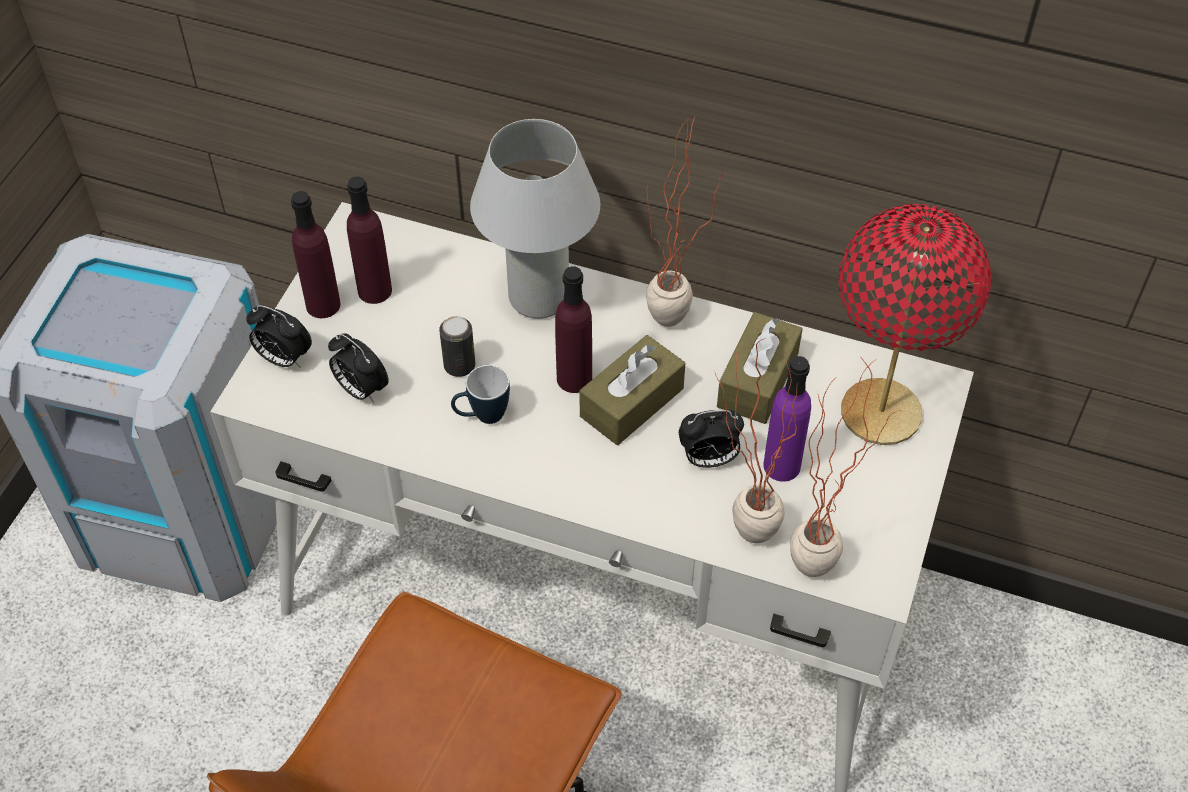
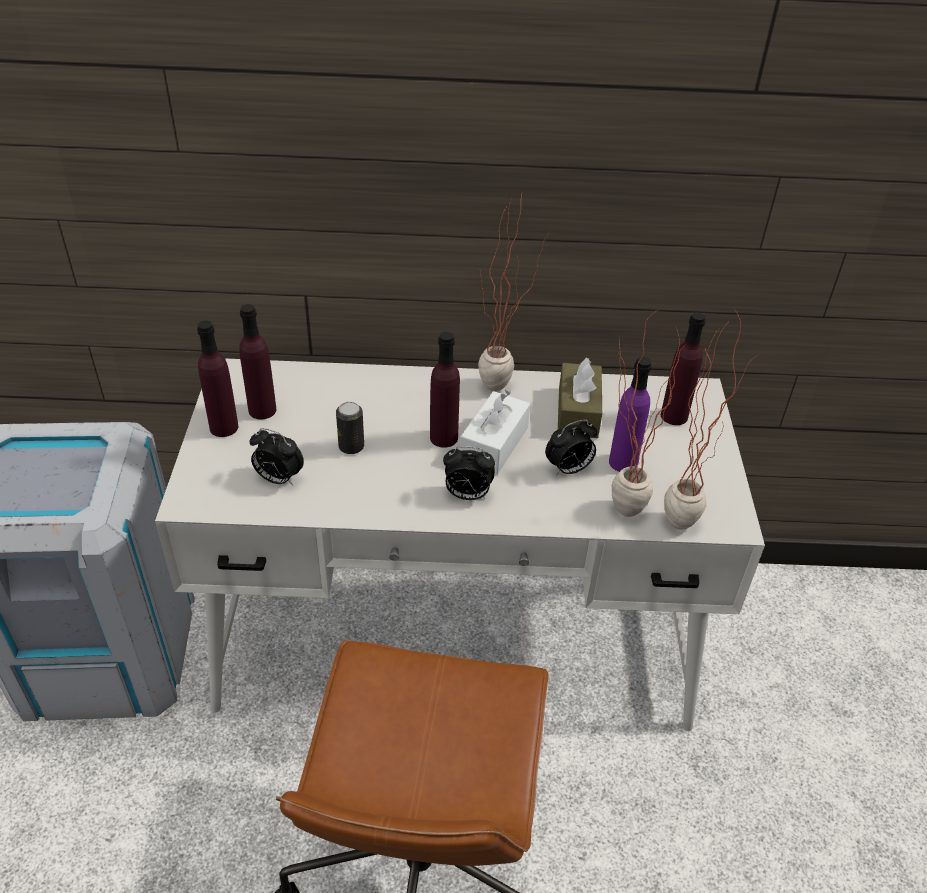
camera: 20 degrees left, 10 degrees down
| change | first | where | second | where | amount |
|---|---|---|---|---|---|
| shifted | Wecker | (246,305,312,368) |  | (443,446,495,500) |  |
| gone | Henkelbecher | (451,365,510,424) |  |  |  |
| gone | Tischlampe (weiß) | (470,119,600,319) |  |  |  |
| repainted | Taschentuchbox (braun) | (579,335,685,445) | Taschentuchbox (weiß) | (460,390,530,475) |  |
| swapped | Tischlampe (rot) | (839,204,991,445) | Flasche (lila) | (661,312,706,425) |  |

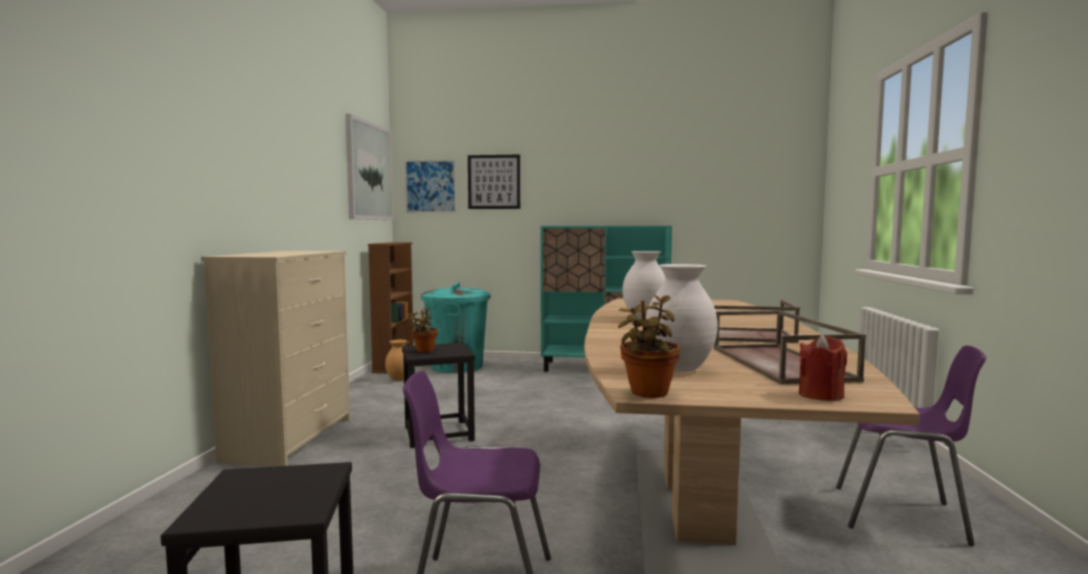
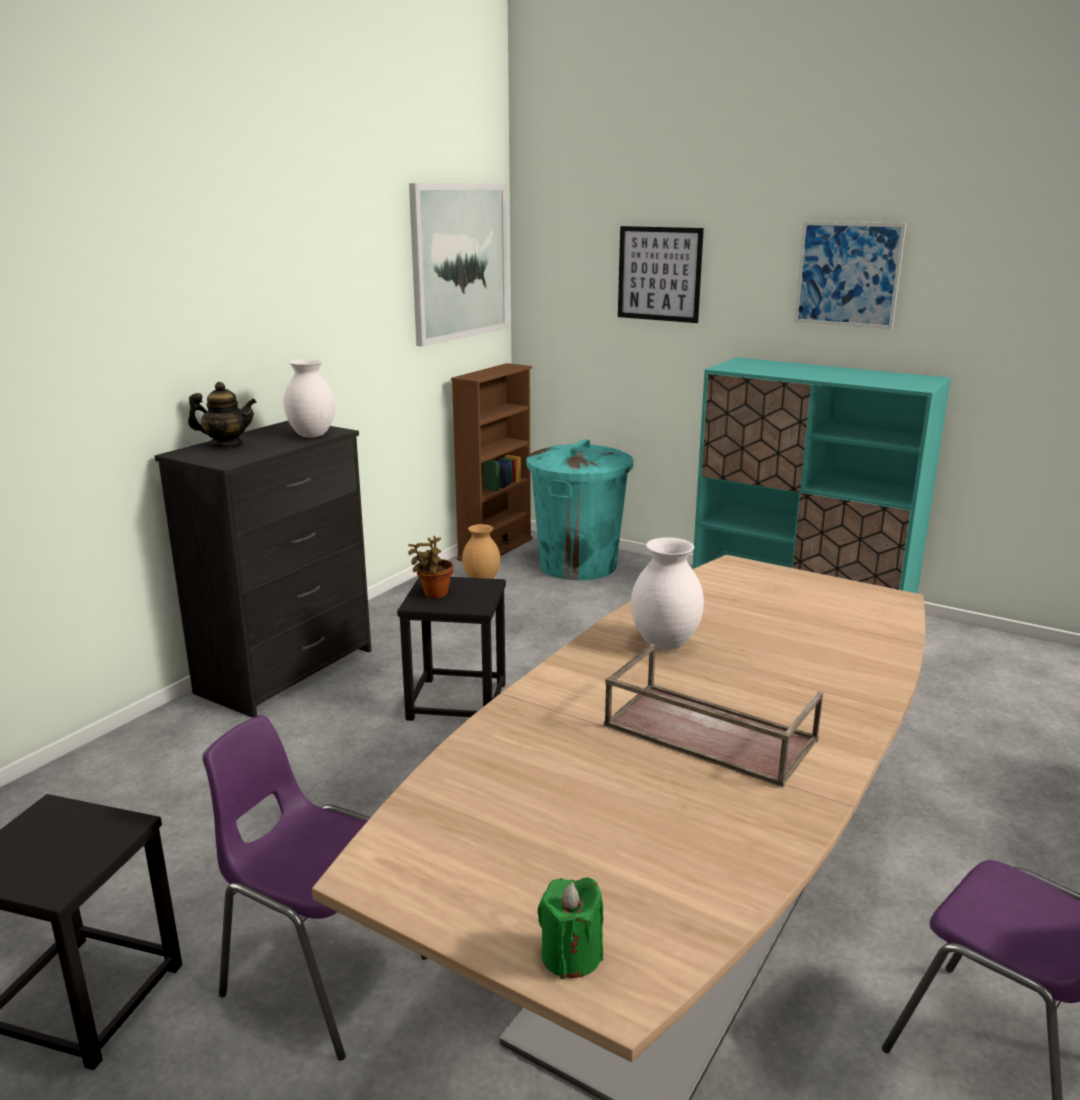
camera: 25 degrees right, 15 degrees up
| change | first | where | second | where | amount |
|---|---|---|---|---|---|
| repainted | Kommode (beige) | (201,251,350,466) | Kommode (schwarz) | (155,421,371,718) |  |
| shifted | Bild | (405,159,457,213) |  | (794,221,906,329) |  |
| gone | Topfpflanze | (618,295,680,398) |  |  |  |
| shifted | Vase (weiß) | (646,264,718,372) |  | (284,359,335,438) |  |
| gone | Tablett (braun) | (714,310,866,384) |  |  |  |
| repainted | Kerze (rot) | (799,334,847,401) | Kerze (grün) | (537,877,603,979) |  |
| new |  |  | Teekanne | (188,382,256,448) |  |

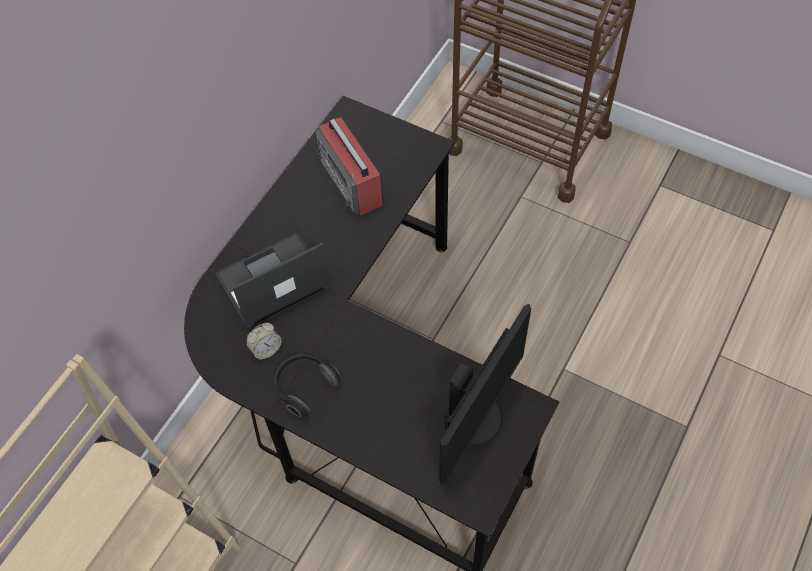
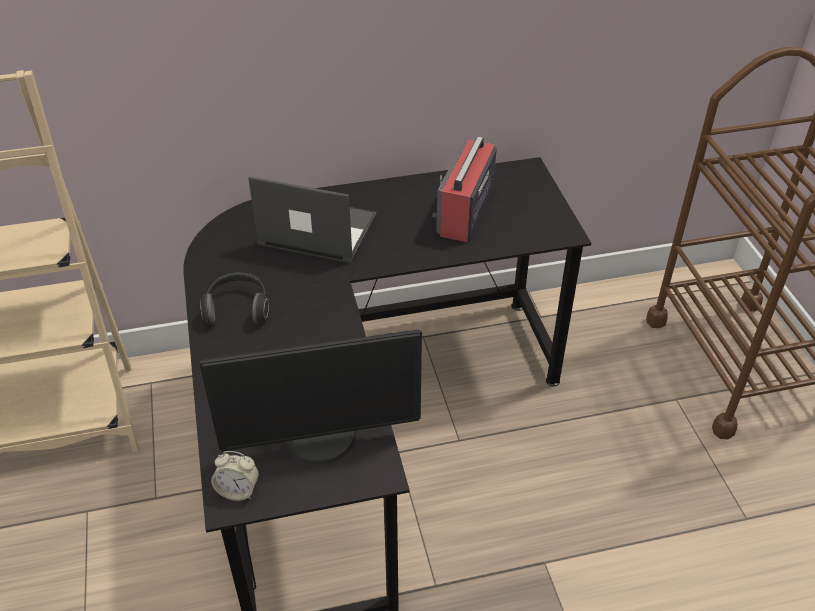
camera: 45 degrees right, 15 degrees down
| change | first | where | second | where | amount |
|---|---|---|---|---|---|
| shifted | Wecker | (246,323,282,360) |  | (211,451,259,501) |  |

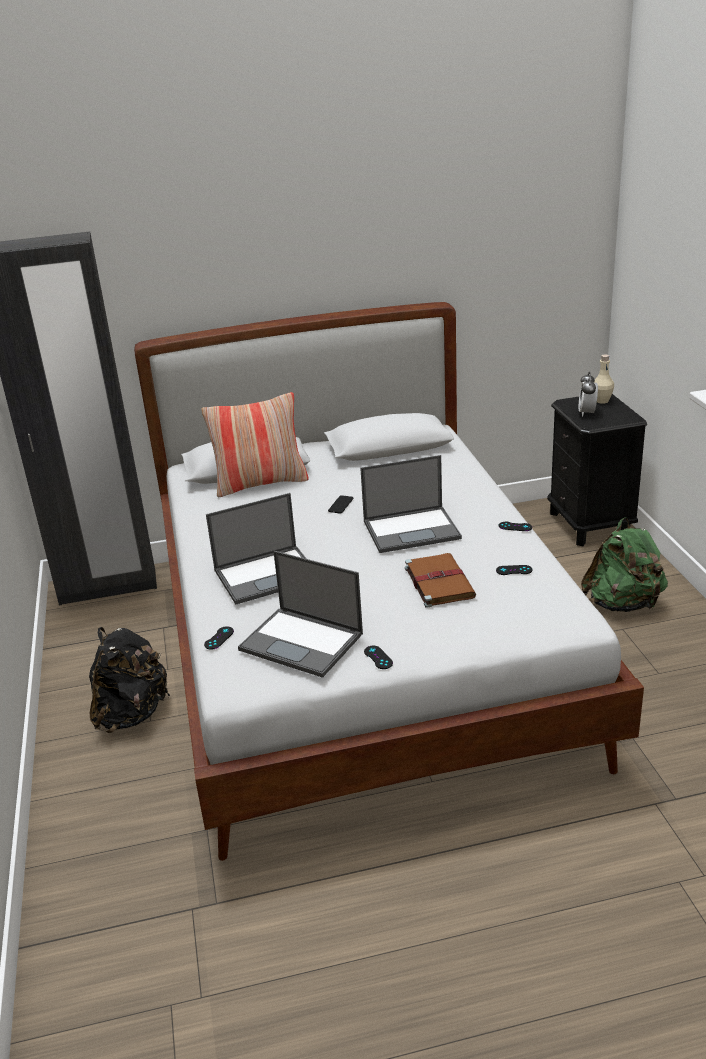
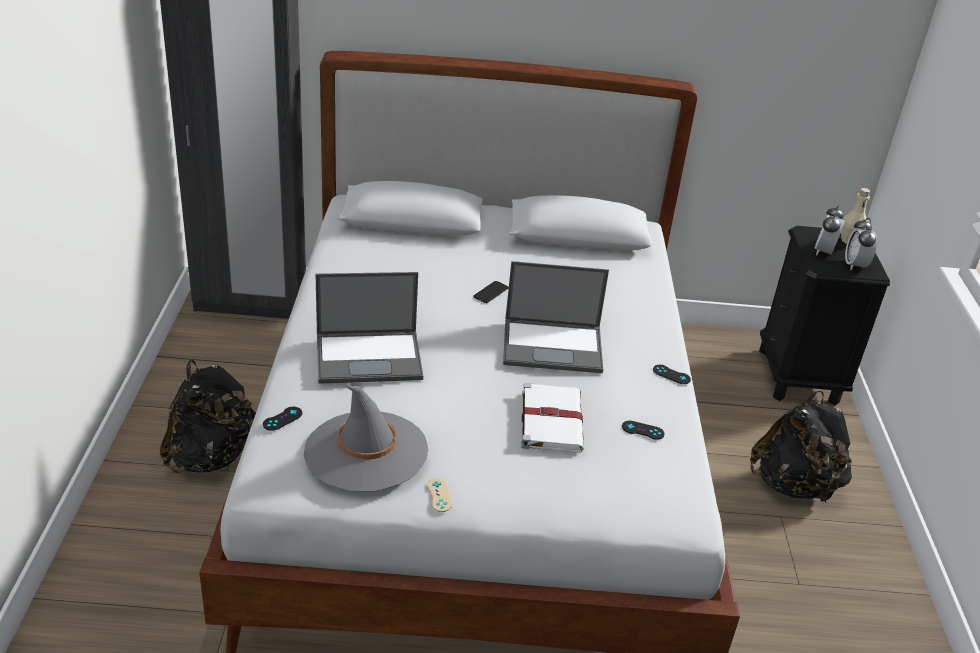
camera: 10 degrees right, 5 degrees up
| change | first | where | second | where | amount |
|---|---|---|---|---|---|
| gone | Kissen | (202,392,309,497) |  |  |  |
| swapped | Laptop | (238,551,363,678) | Hut (grau) | (304,385,428,491) |  |
| repainted | Gamepad (schwarz) | (364,646,393,669) | Gamepad (beige) | (427,478,452,512) |  |
| repainted | Buch (braun) | (405,553,476,608) | Buch (weiß) | (521,383,584,453) |  |
| repainted | Rucksack (grün) | (581,517,668,612) | Rucksack (schwarz) | (750,390,852,504) |  |
| new |  |  | Wecker | (845,218,877,270) |  |

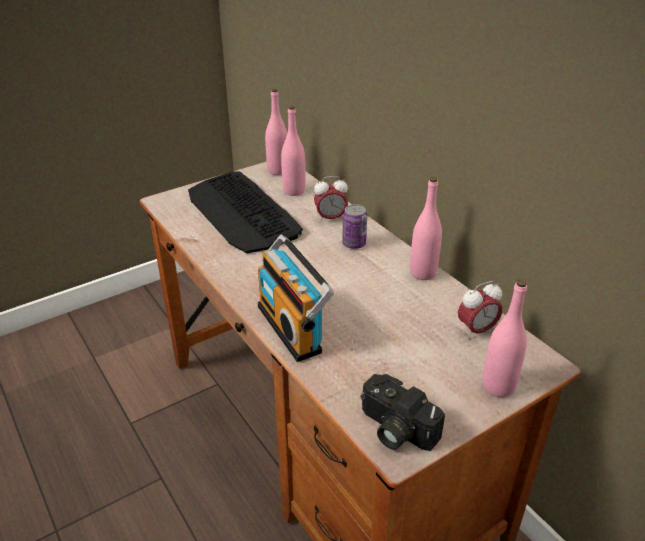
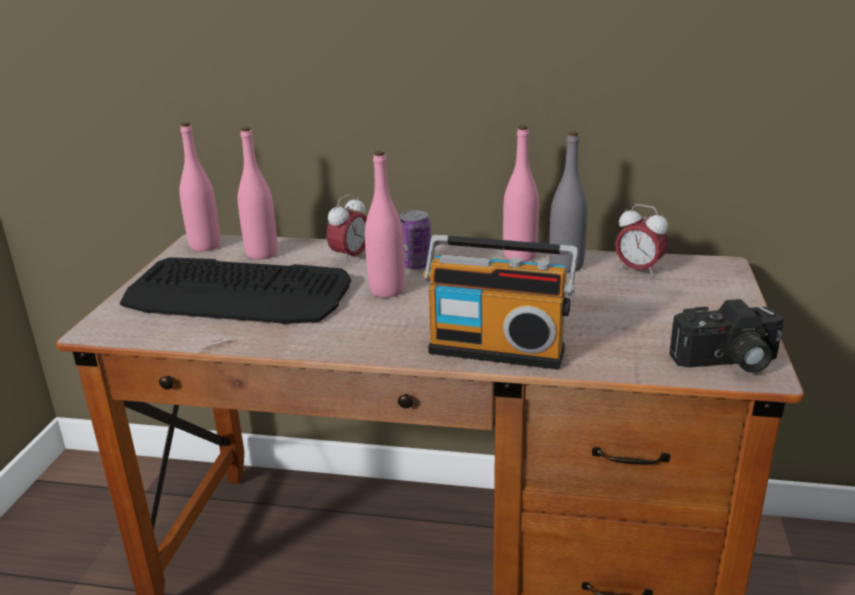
camera: 45 degrees left, 10 degrees down
| change | first | where | second | where | amount |
|---|---|---|---|---|---|
| rotated | Wecker | (458,281,503,339) |  | (615,204,668,277) | 105 degrees clockwise |
| shifted | Flasche (rosa) | (482,279,527,397) |  | (365,151,405,298) |  |
| new |  |  | Flasche (grau) | (549,131,588,272) |  |

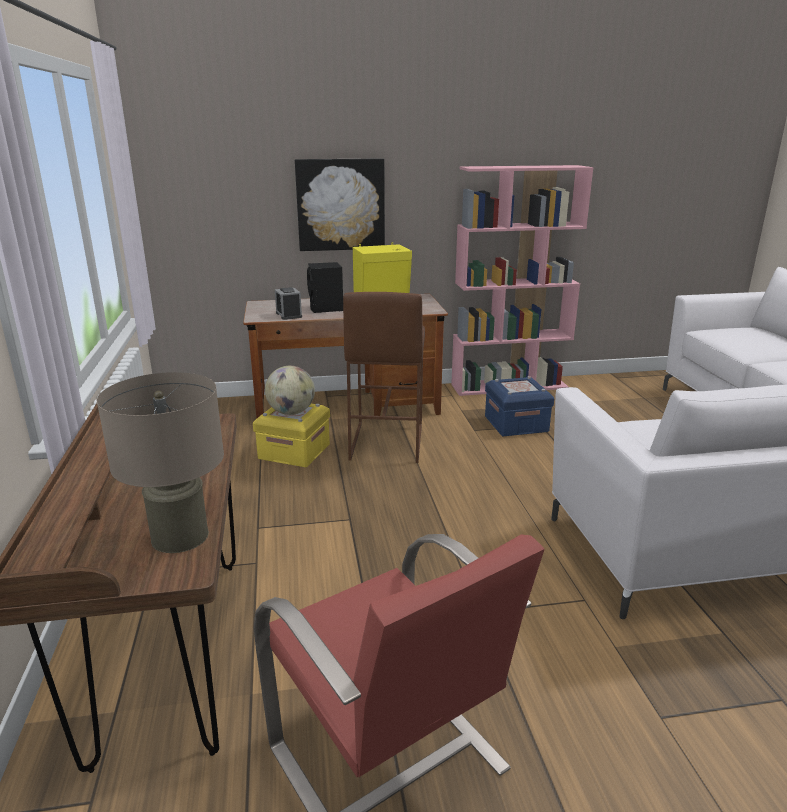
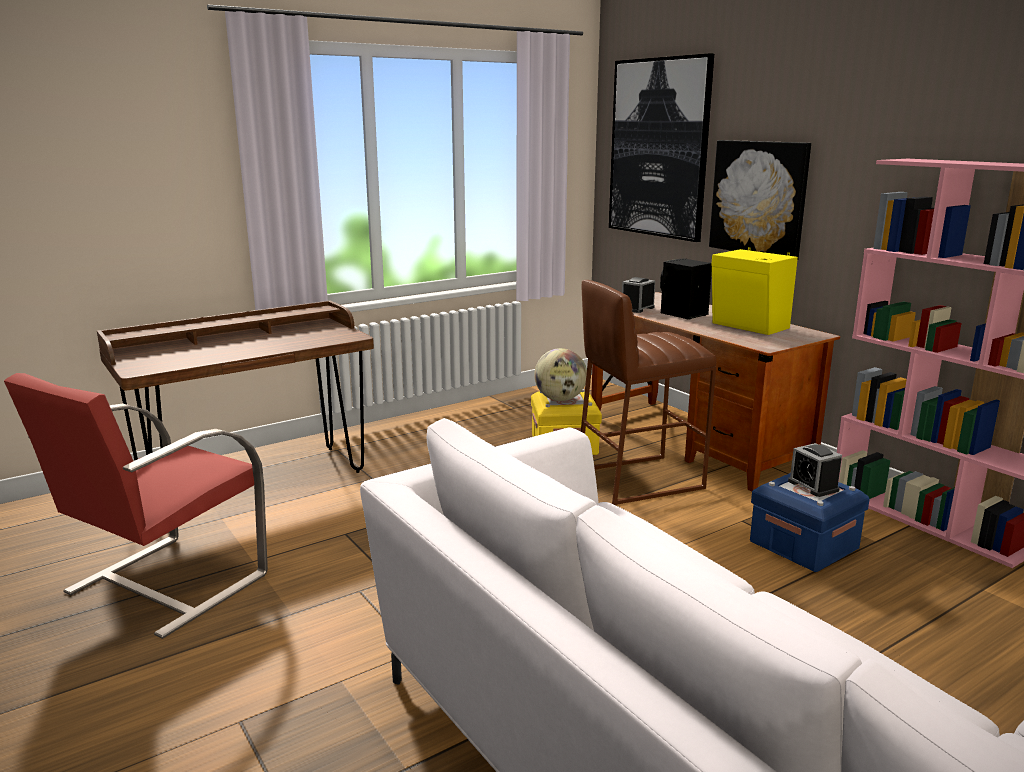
camera: 65 degrees right, 5 degrees down
| change | first | where | second | where | amount |
|---|---|---|---|---|---|
| gone | Tischlampe (beige) | (97,372,224,553) |  |  |  |
| new |  |  | Bild | (609,53,714,242) |  |
| new |  |  | Wecker | (788,443,842,497) |  |

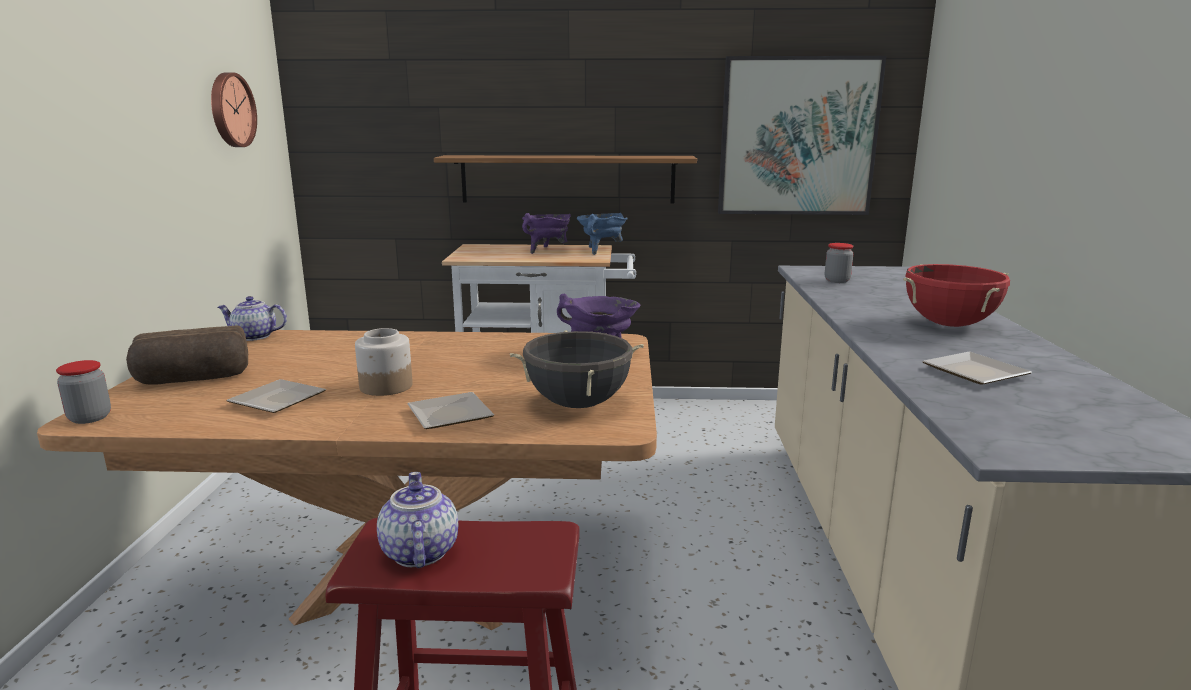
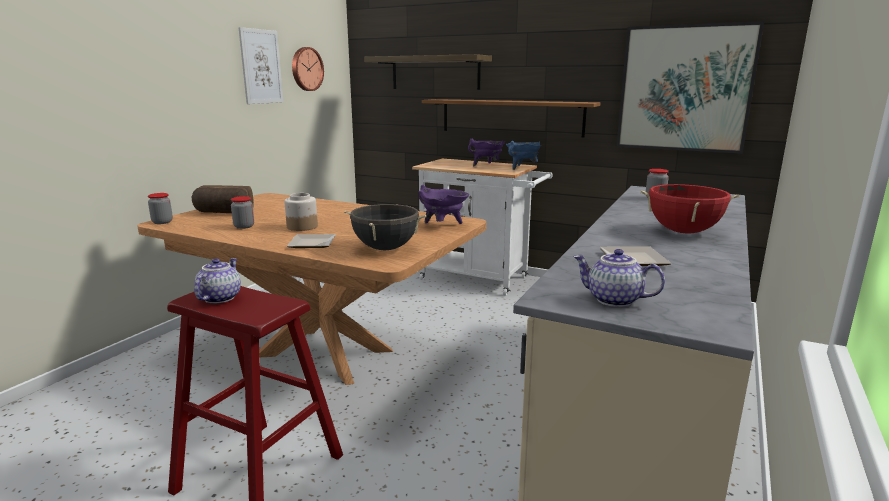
camera: 25 degrees right, 0 degrees up
| change | first | where | second | where | amount |
|---|---|---|---|---|---|
| shifted | Teekanne | (218,296,287,341) |  | (573,249,665,307) |  |
| swapped | Teller | (226,379,326,413) | Vorratsglas | (231,196,254,229) |  |
| new |  |  | Bild | (238,27,283,104) |  |
| new |  |  | Wandregal | (364,54,492,90) |  |

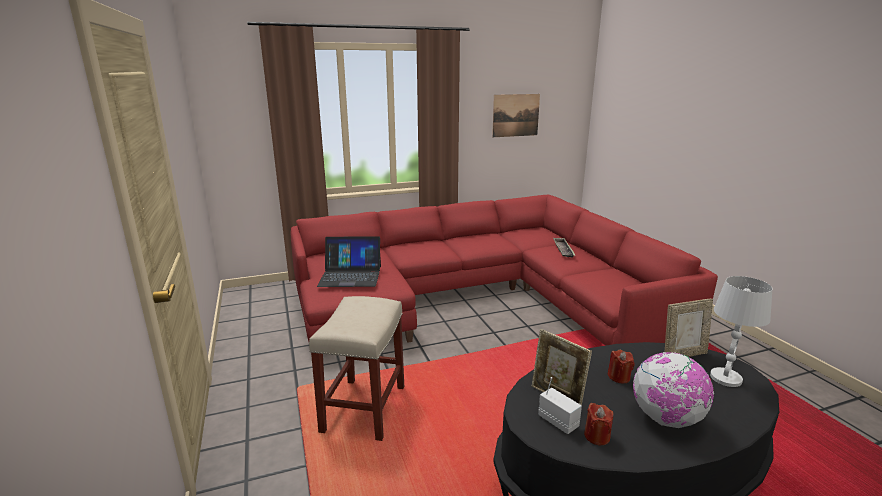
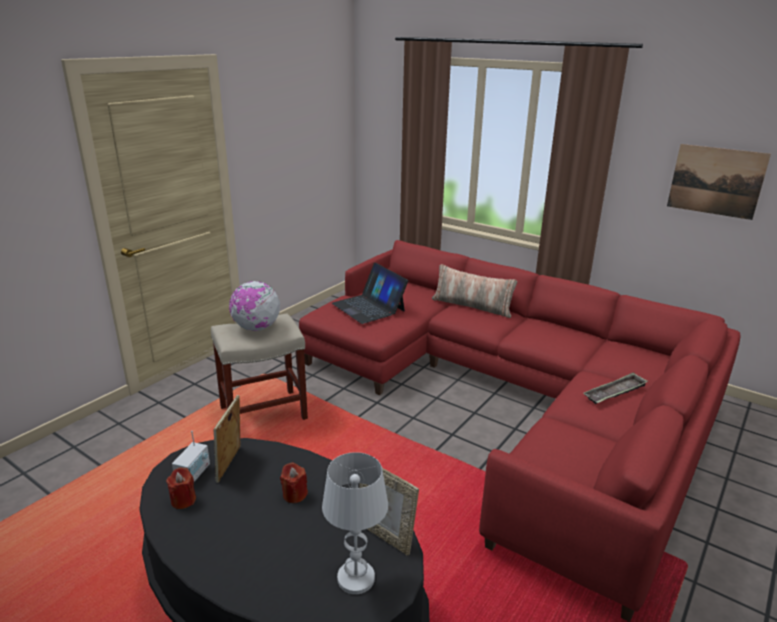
camera: 55 degrees right, 5 degrees up
| change | first | where | second | where | amount |
|---|---|---|---|---|---|
| shifted | Globus | (633,352,714,428) |  | (229,281,280,331) |  |
| new |  |  | Kissen | (432,264,517,318) |  |

